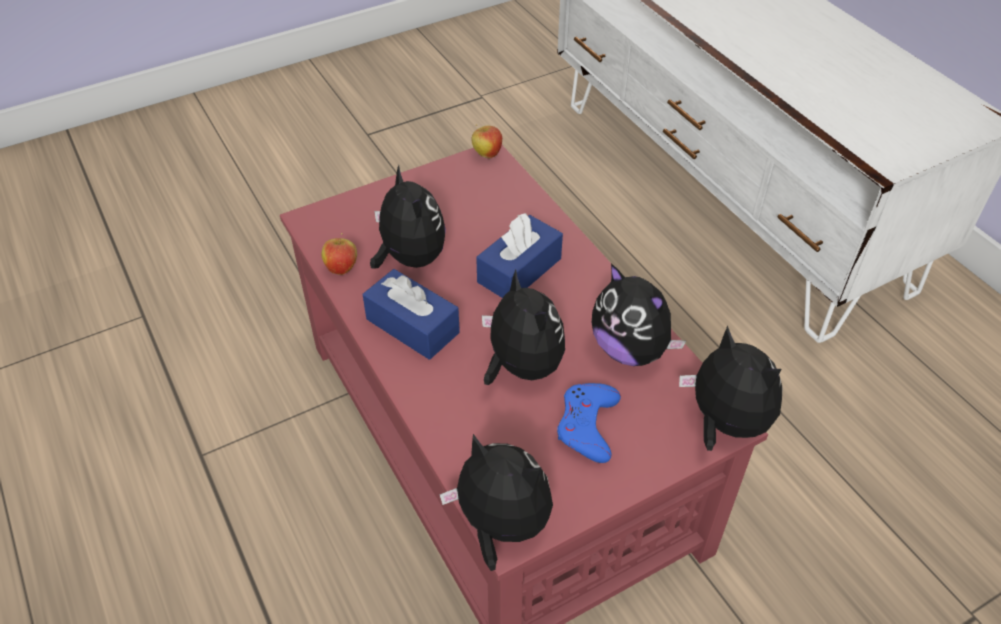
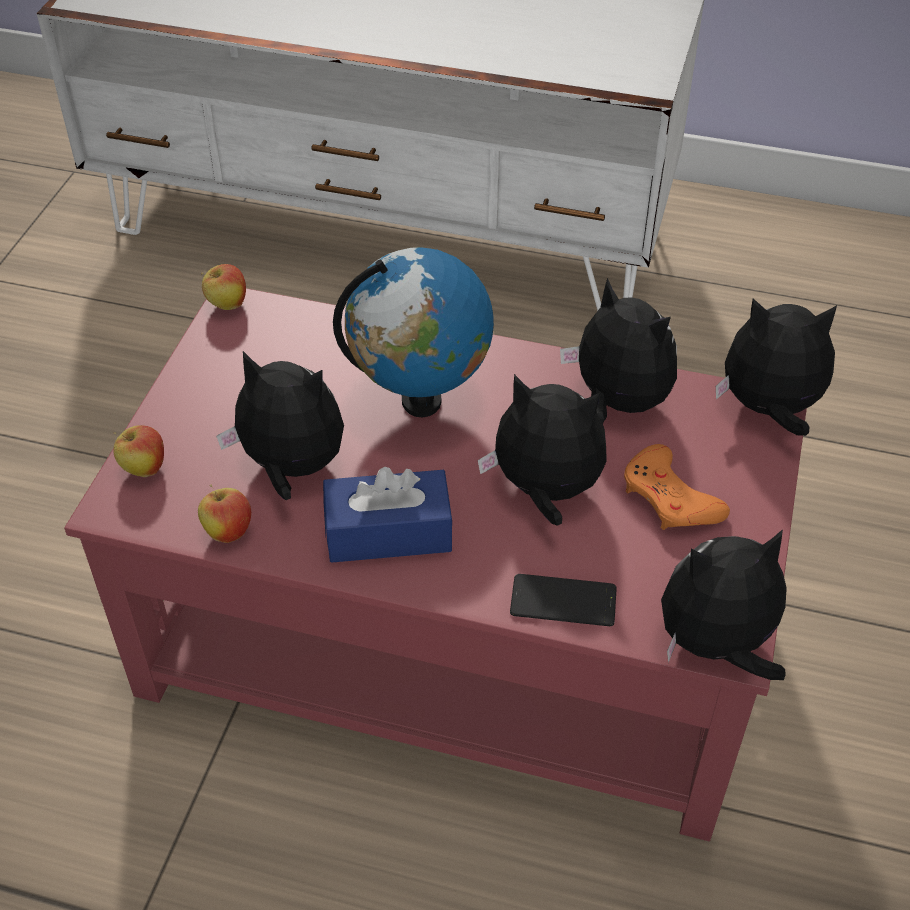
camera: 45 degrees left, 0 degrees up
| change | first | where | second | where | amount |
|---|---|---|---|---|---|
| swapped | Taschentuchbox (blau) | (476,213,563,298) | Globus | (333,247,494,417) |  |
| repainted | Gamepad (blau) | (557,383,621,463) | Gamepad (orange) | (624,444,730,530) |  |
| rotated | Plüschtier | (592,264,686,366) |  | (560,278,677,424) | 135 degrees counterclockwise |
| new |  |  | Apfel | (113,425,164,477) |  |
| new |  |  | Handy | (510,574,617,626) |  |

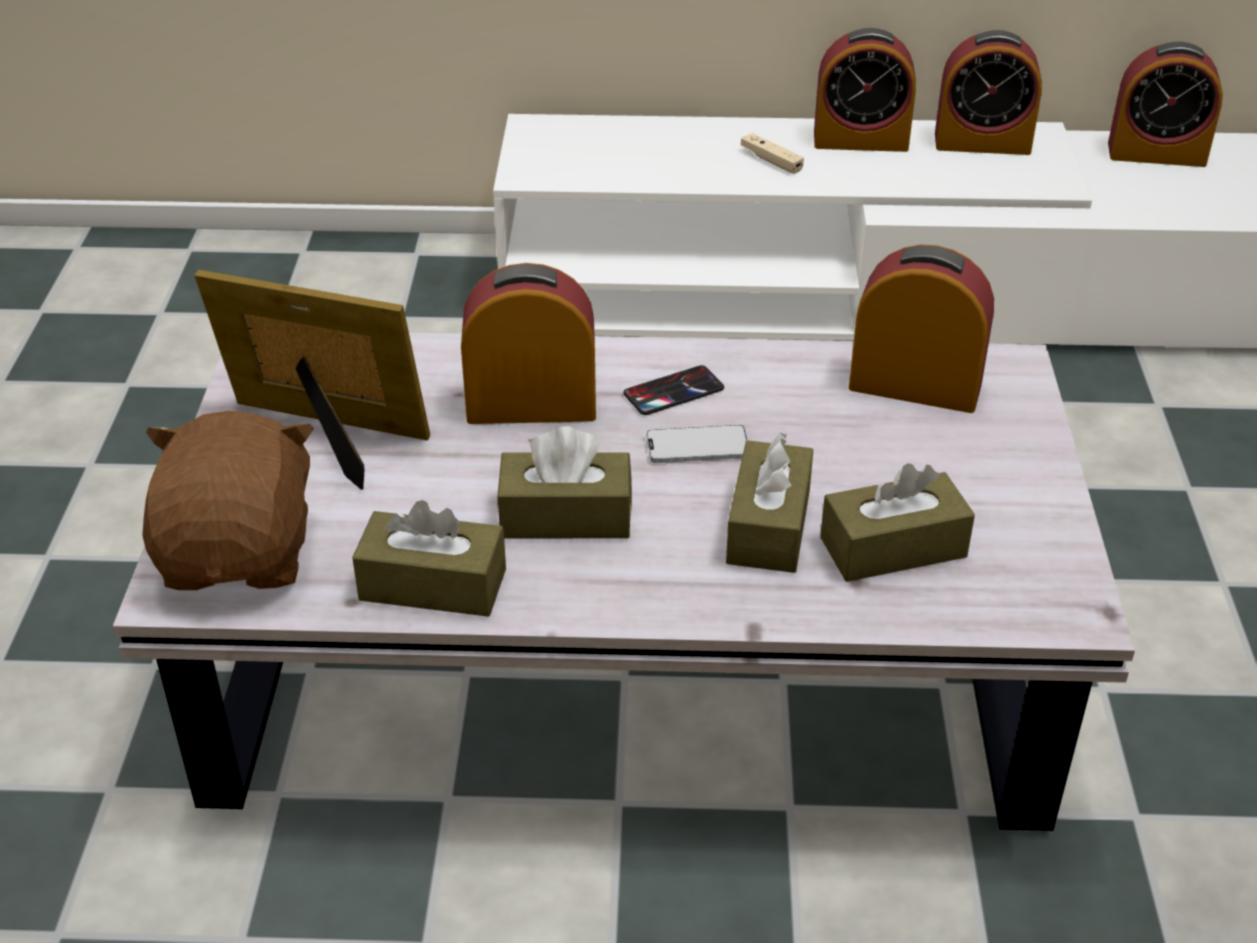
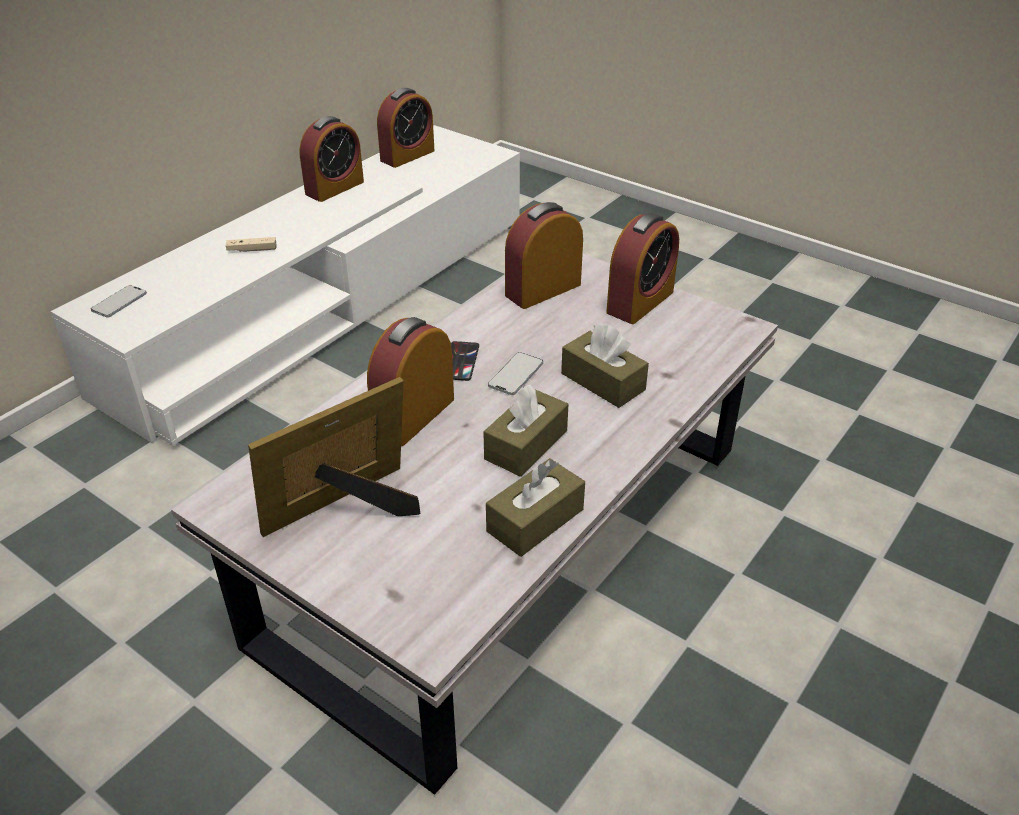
camera: 55 degrees left, 0 degrees up
| change | first | where | second | where | amount |
|---|---|---|---|---|---|
| gone | Plüschtier (braun) | (142,411,314,590) |  |  |  |
| shifted | Wecker | (814,28,916,152) |  | (606,213,679,324) |  |
| gone | Taschentuchbox (braun) | (820,463,975,582) |  |  |  |
| new |  |  | Handy | (91,285,147,318) |  |

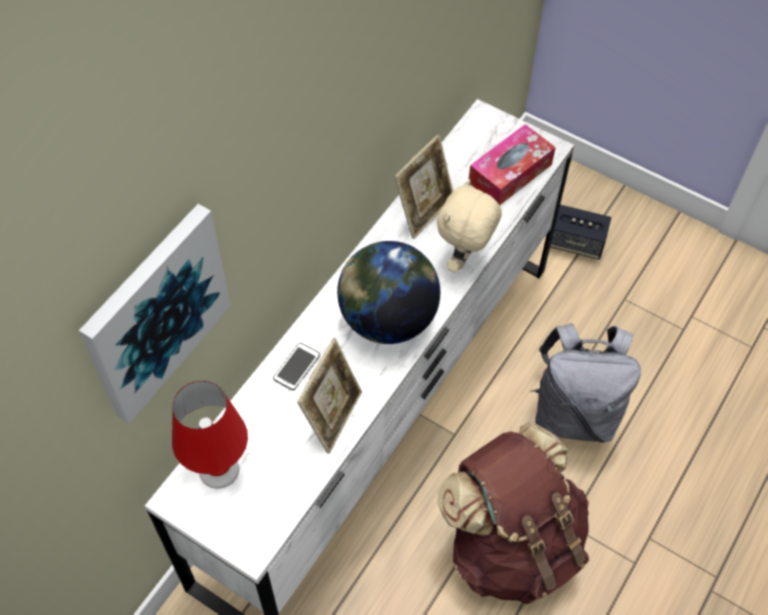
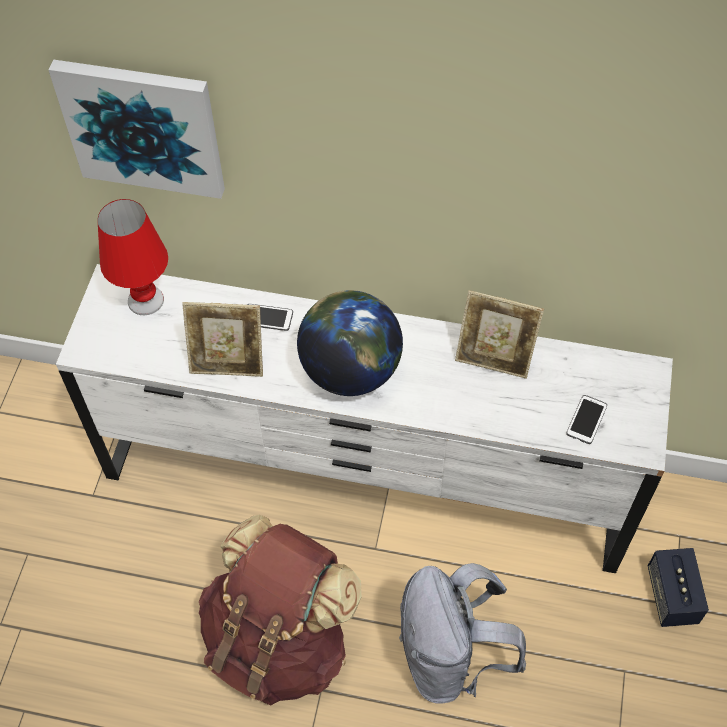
camera: 70 degrees right, 0 degrees up
| change | first | where | second | where | amount |
|---|---|---|---|---|---|
| gone | Plüschtier (beige) | (437,179,502,273) |  |  |  |
| swapped | Taschentuchbox | (469,124,556,205) | Handy | (566,395,607,444) |  |

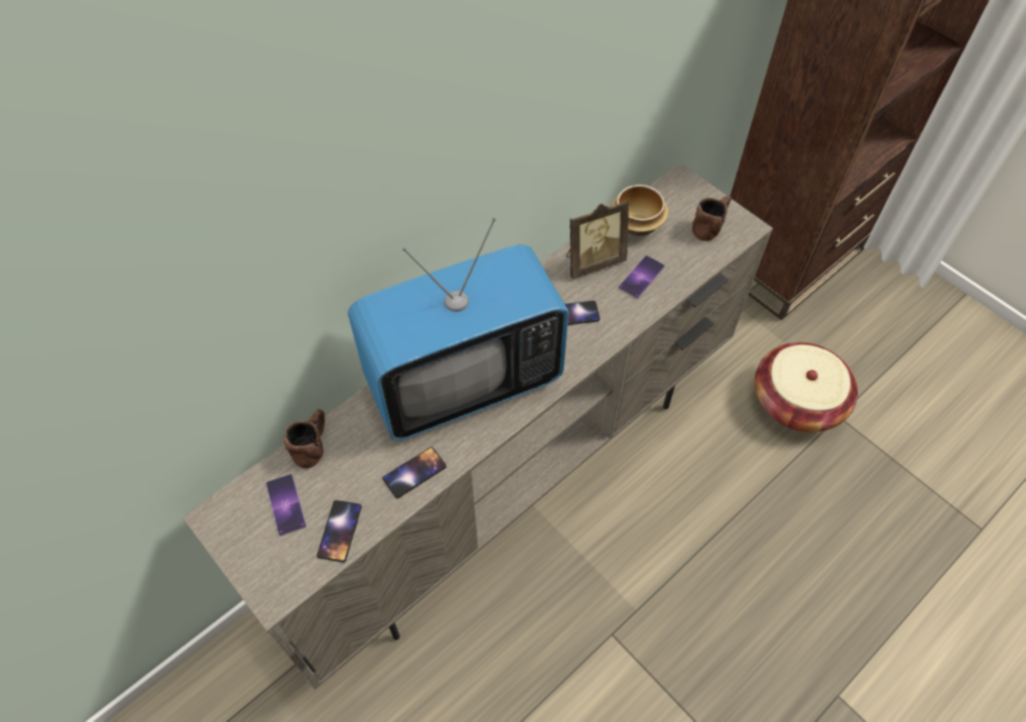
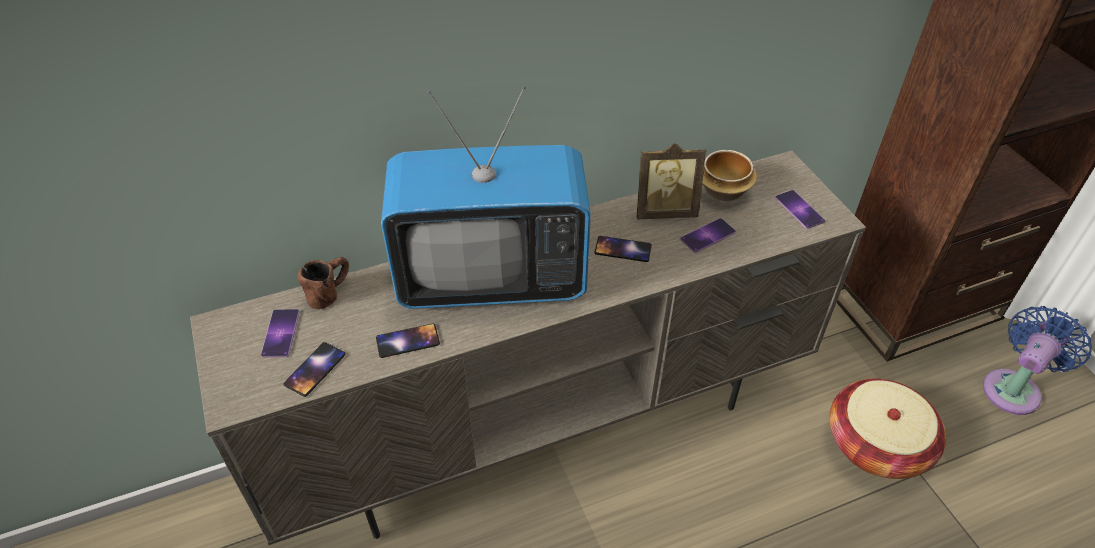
camera: 20 degrees right, 10 degrees down
| change | first | where | second | where | amount |
|---|---|---|---|---|---|
| swapped | Henkelbecher (braun) | (692,196,732,241) | Handy | (775,190,826,229) |  |
| new |  |  | Ventilator (blau) | (983,306,1092,415) |  |

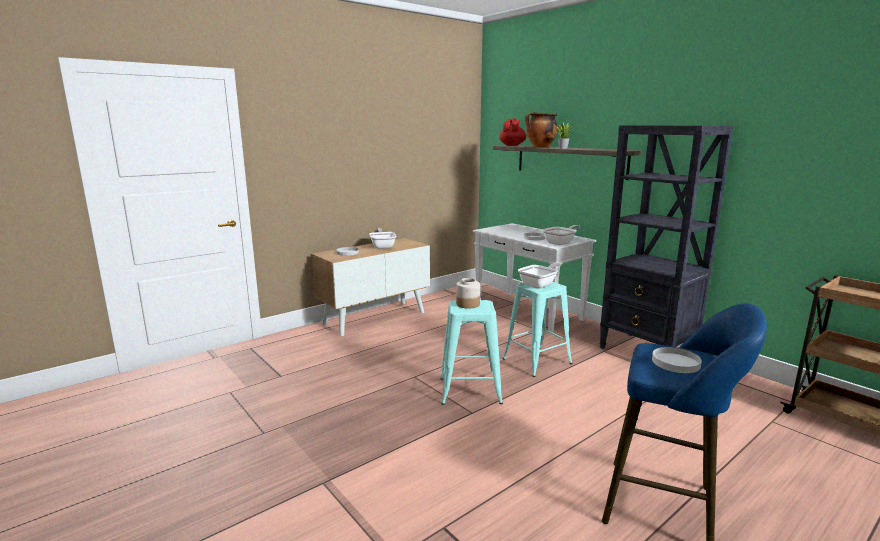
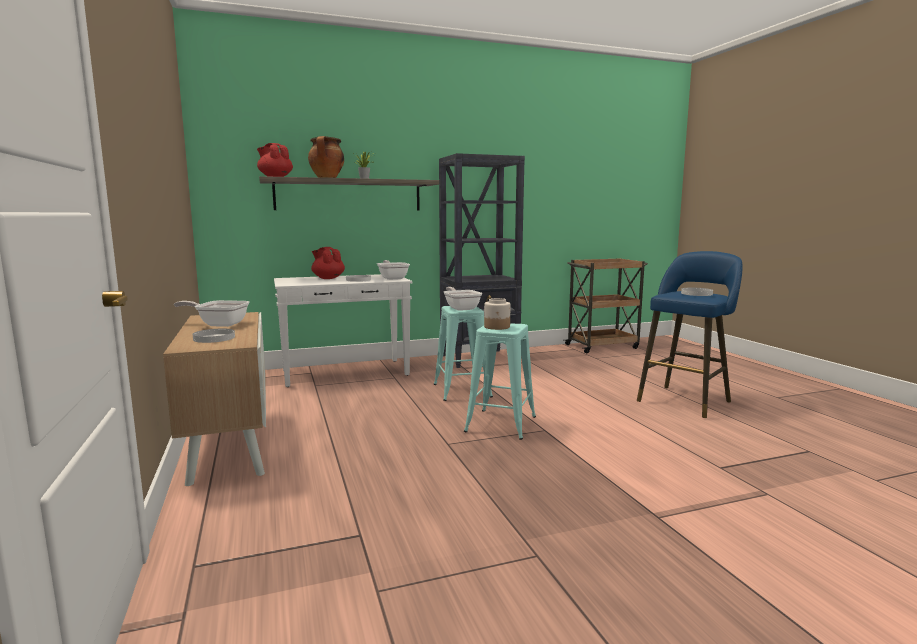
camera: 70 degrees left, 5 degrees down
| change | first | where | second | where | amount |
|---|---|---|---|---|---|
| new |  |  | Teekanne (rot) | (311,247,345,279) |  |

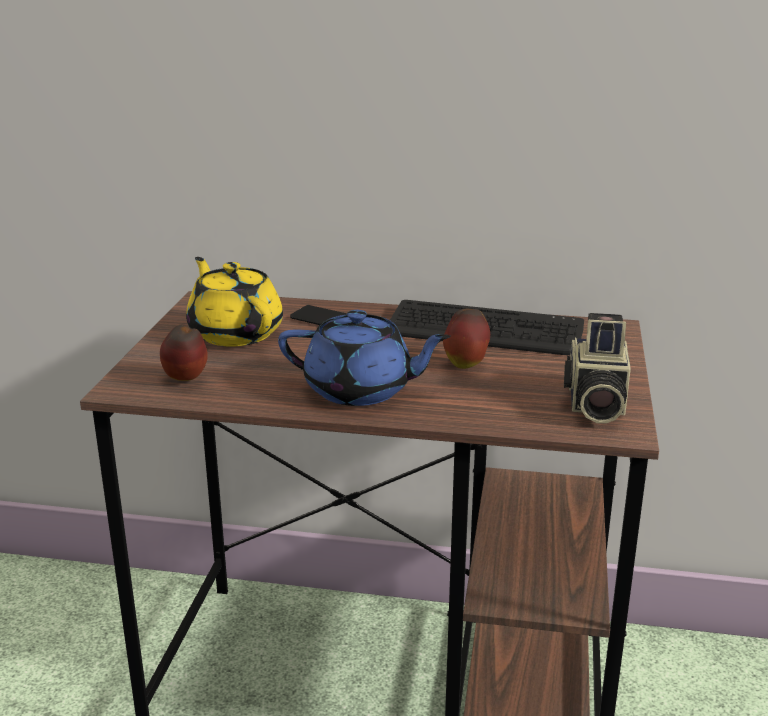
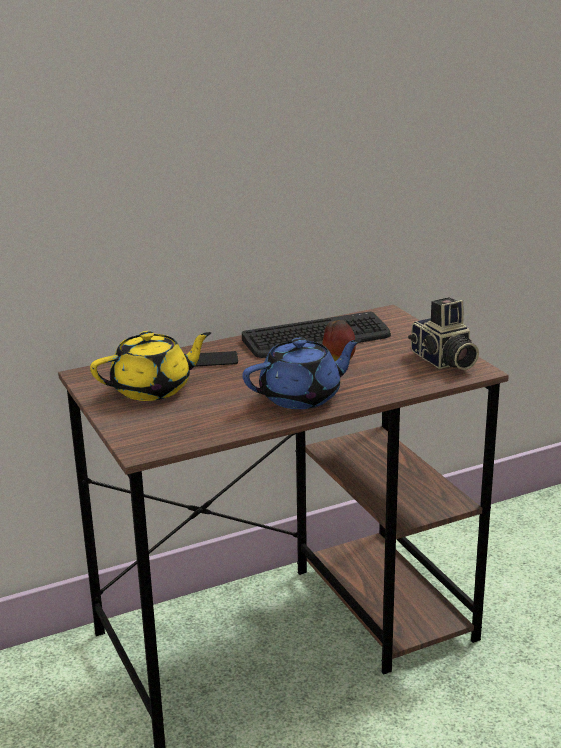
camera: 35 degrees left, 0 degrees up
| change | first | where | second | where | amount |
|---|---|---|---|---|---|
| gone | Apfel | (160,325,208,381) |  |  |  |
| rotated | Teekanne (gelb) | (186,257,283,347) |  | (90,331,211,401) | 135 degrees clockwise |

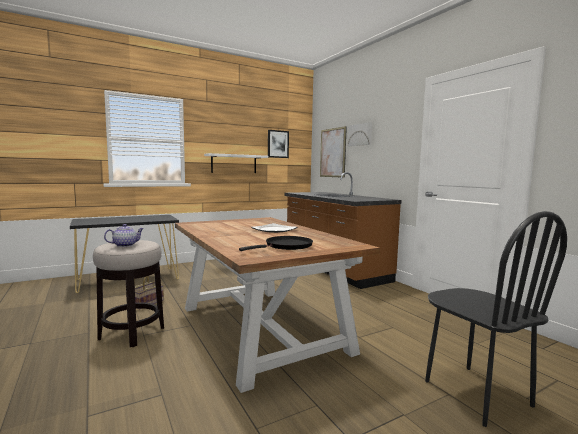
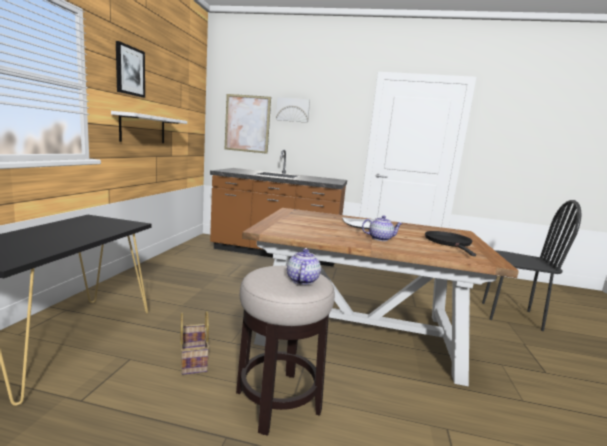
camera: 50 degrees left, 5 degrees up
| change | first | where | second | where | amount |
|---|---|---|---|---|---|
| shifted | Bild | (268,130,289,158) |  | (116,41,145,98) |  |
| new |  |  | Teekanne | (362,215,403,241) |  |

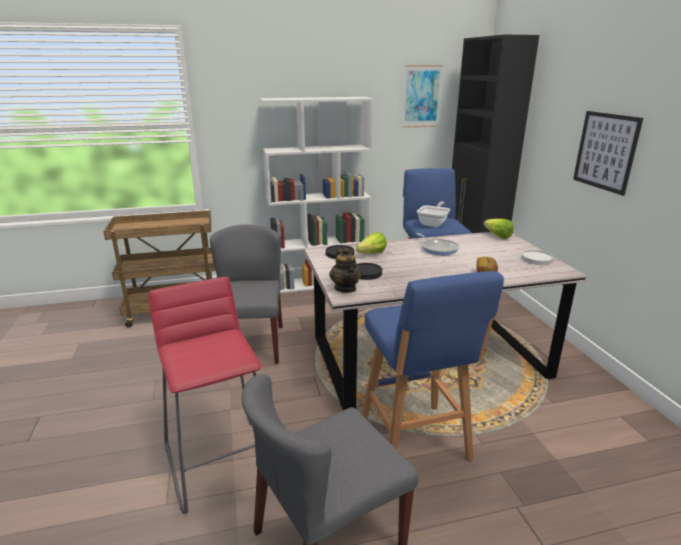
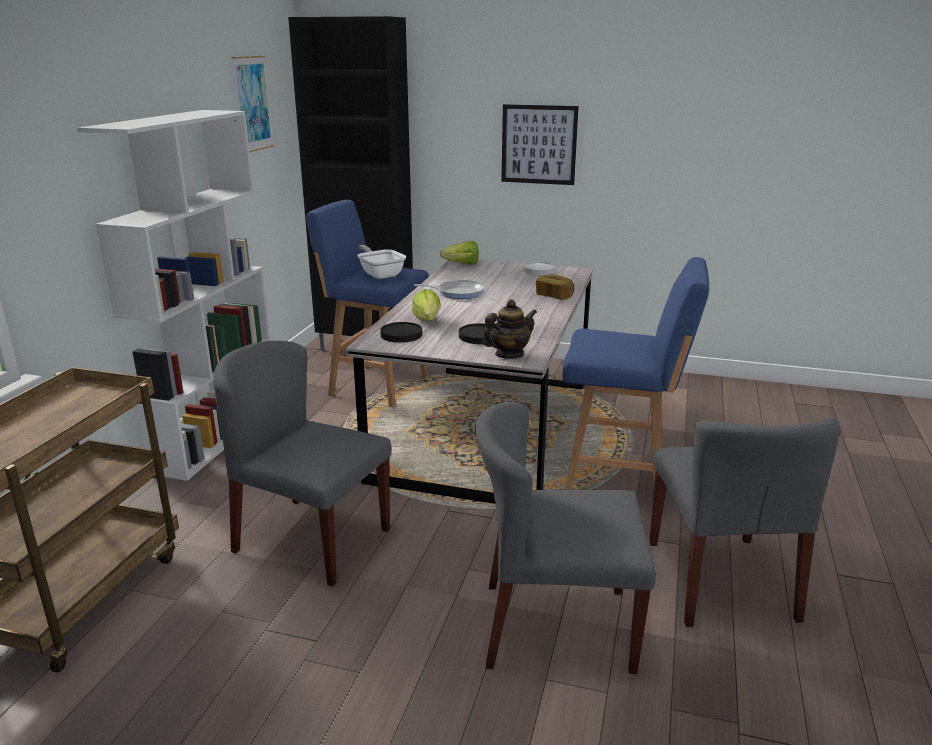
camera: 60 degrees left, 0 degrees up
| change | first | where | second | where | amount |
|---|---|---|---|---|---|
| swapped | Hocker (rot) | (148,277,262,514) | Stuhl (grau) | (475,402,656,674) |  |
| rotated | Teekanne | (329,247,362,293) |  | (482,299,537,359) | 45 degrees counterclockwise |

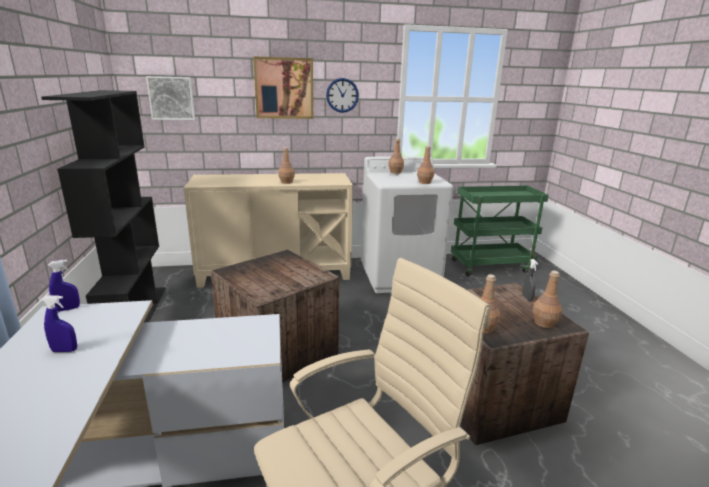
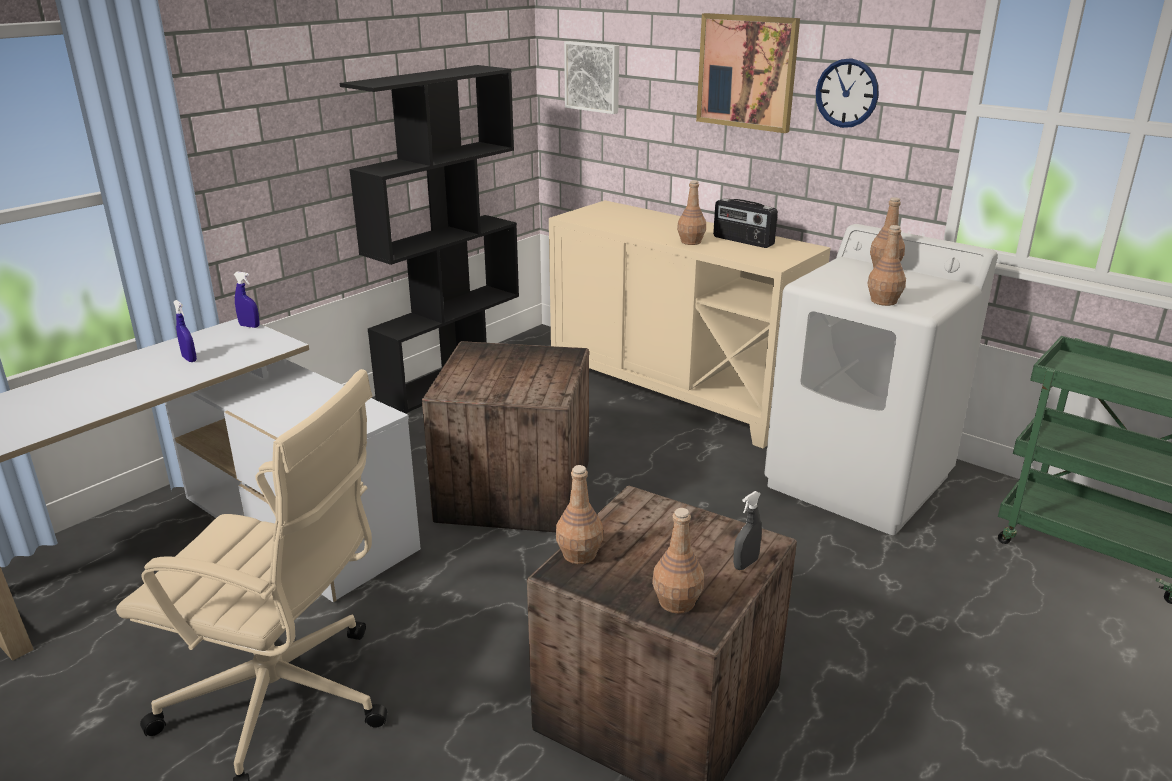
camera: 50 degrees right, 5 degrees up
| change | first | where | second | where | amount |
|---|---|---|---|---|---|
| new |  |  | Radio | (713,198,778,248) |  |

